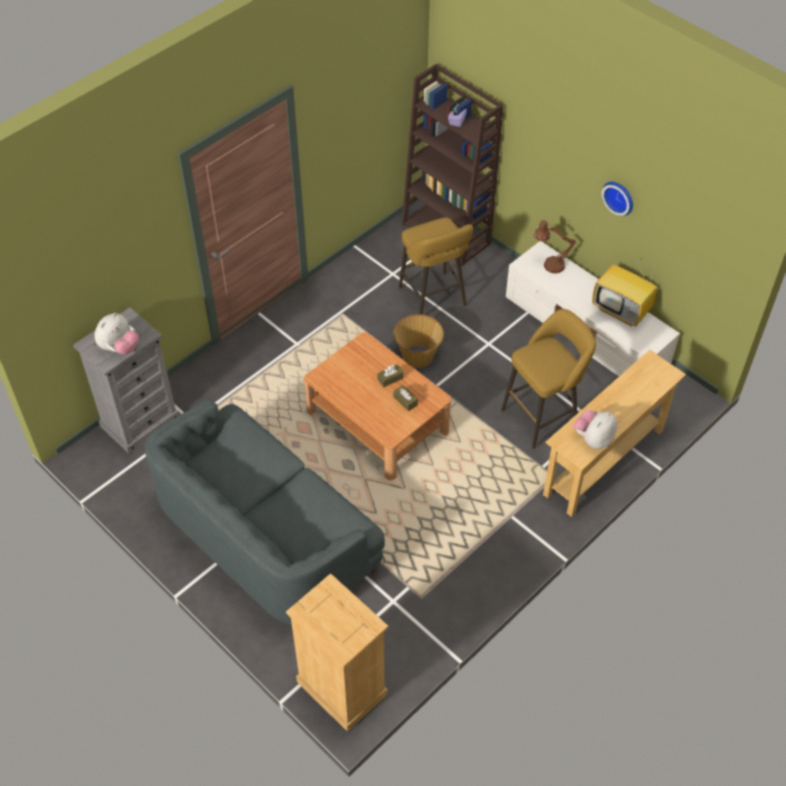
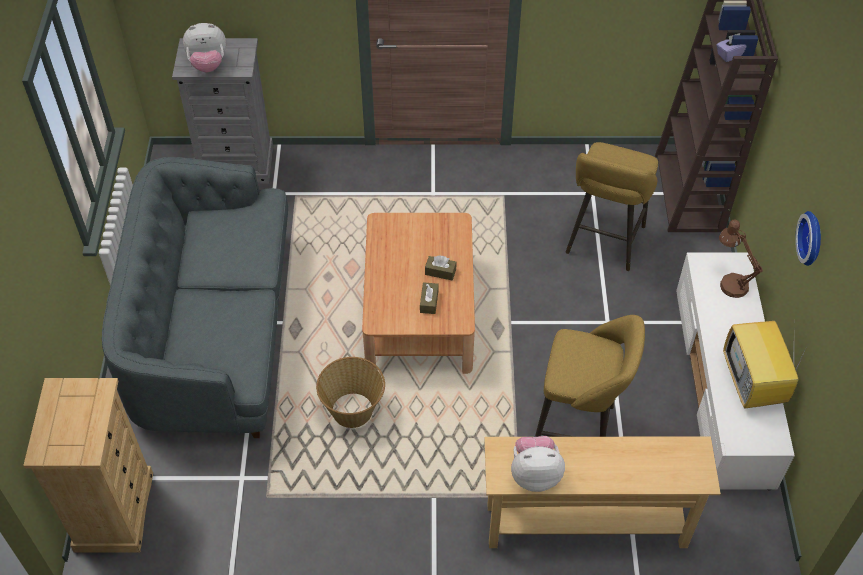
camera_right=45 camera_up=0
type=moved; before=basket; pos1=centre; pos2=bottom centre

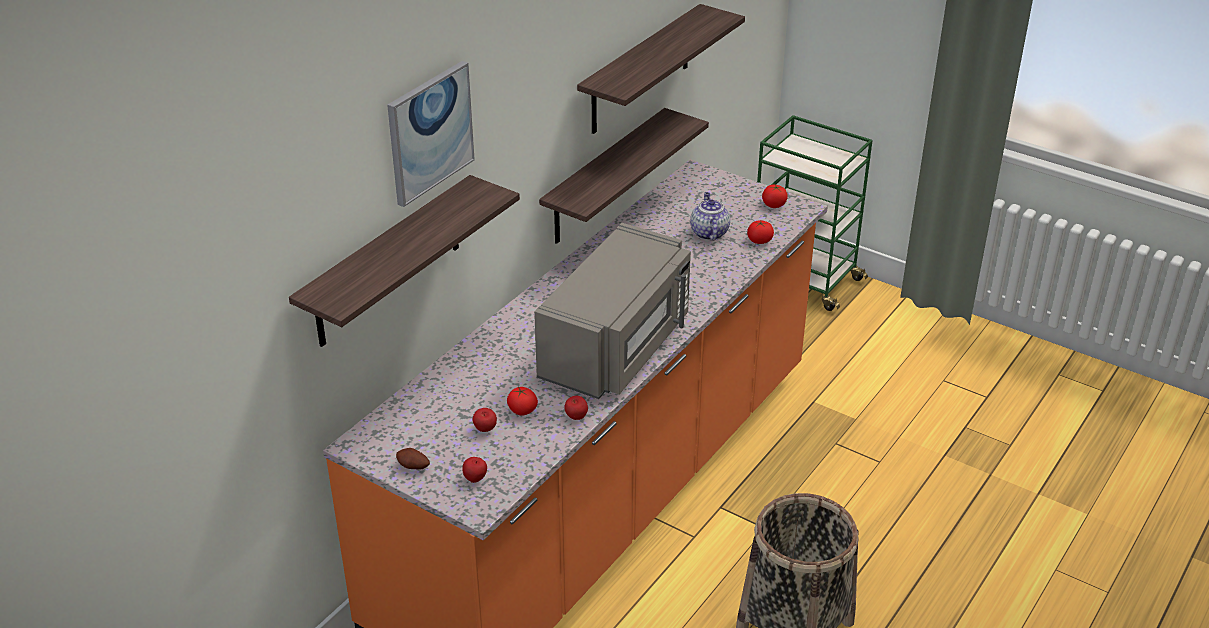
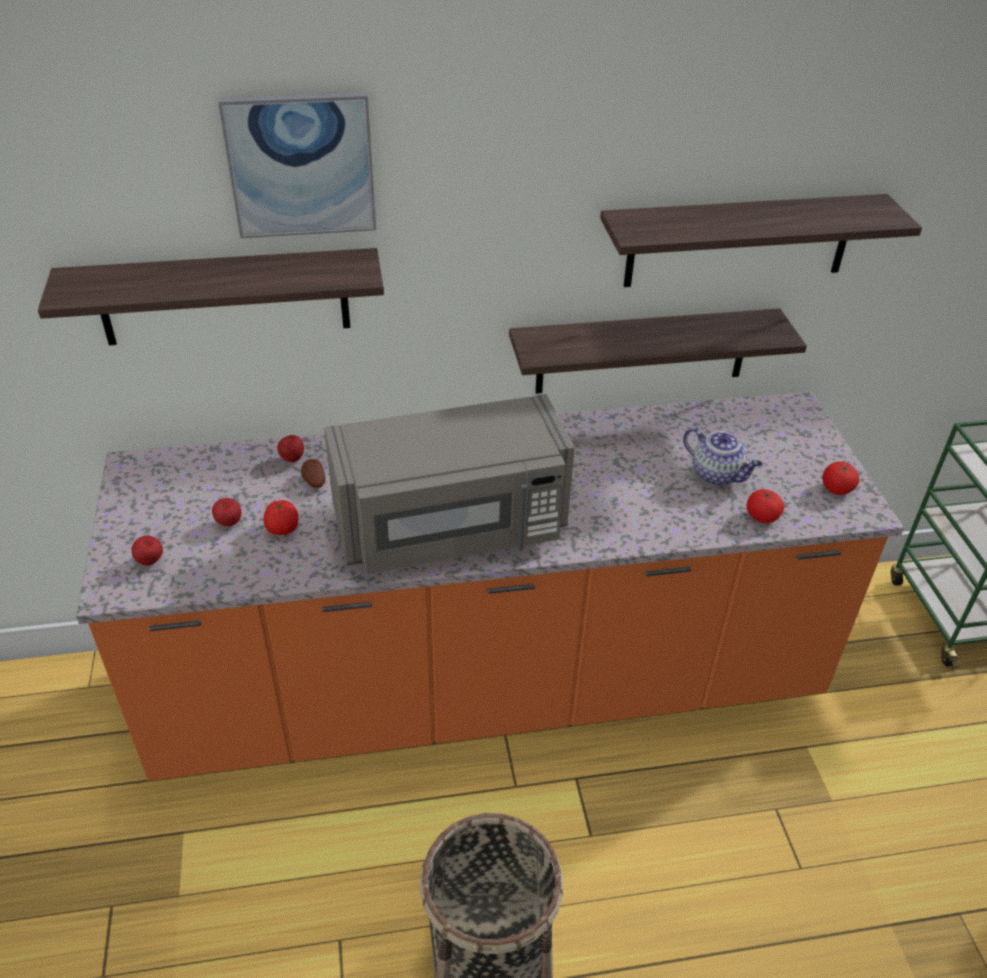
camera_right=45 camera_up=5
type=moved; before=potato; pos1=bottom centre; pos2=middle left
type=moved; before=apple (3rd from left); pos1=centre; pos2=middle left
type=turned; before=teapot; pos1=centre; pos2=middle right; turn=90

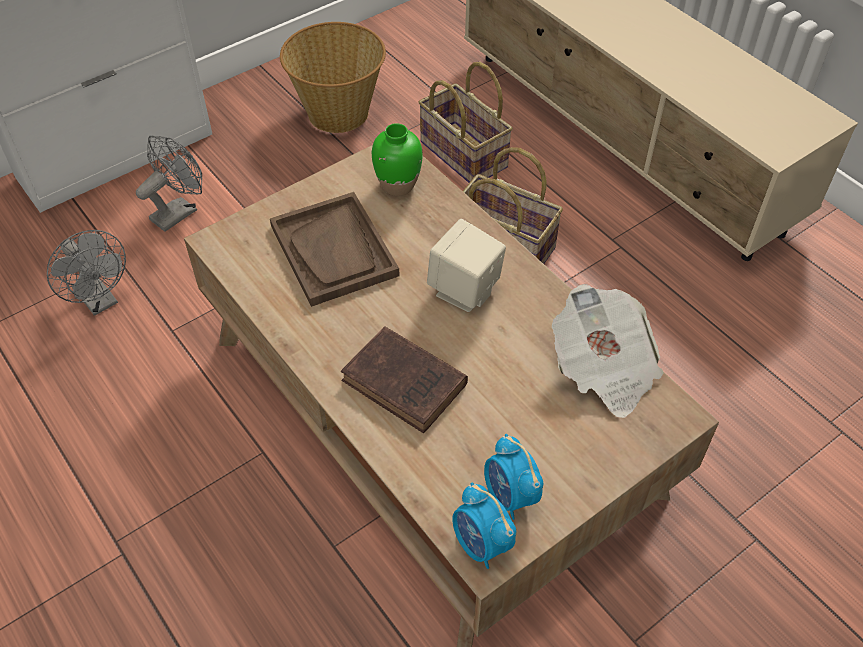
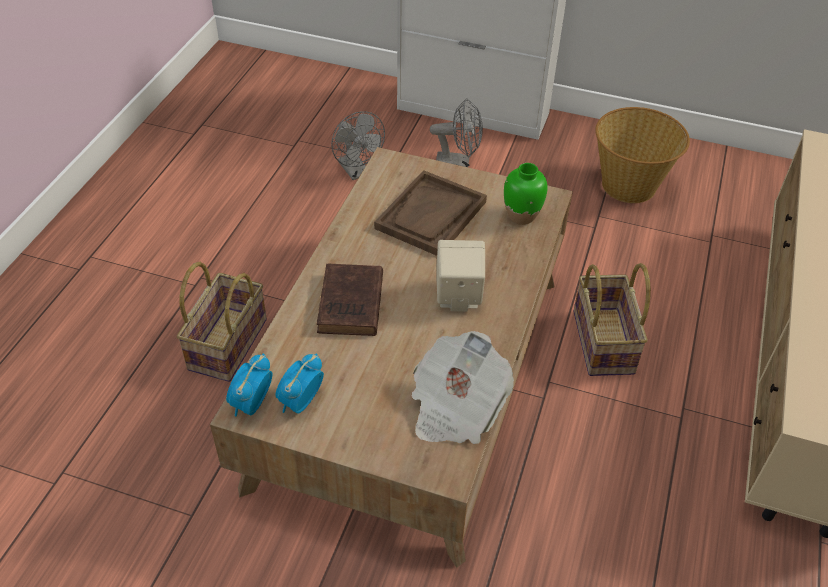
camera_right=55 camera_up=-5
type=moved; before=basket (2nd from left in the first image); after=basket (1st from left); pos1=top centre; pos2=middle left
type=turned; before=fan (grey) (1st from left); pos1=middle left; pos2=top centre; turn=-45

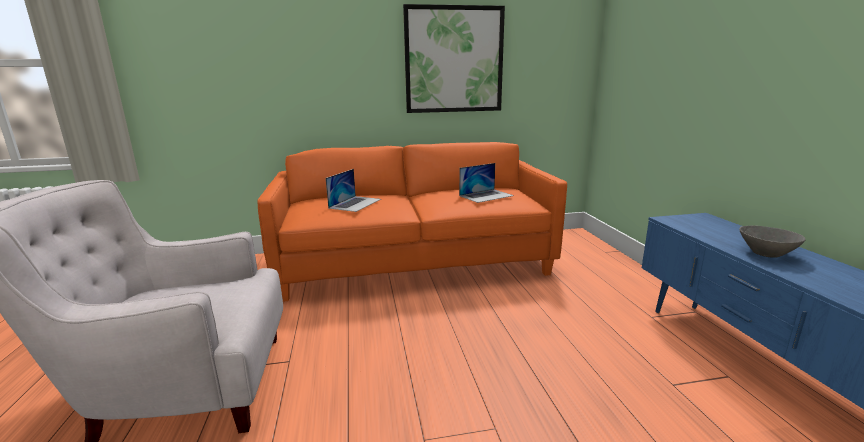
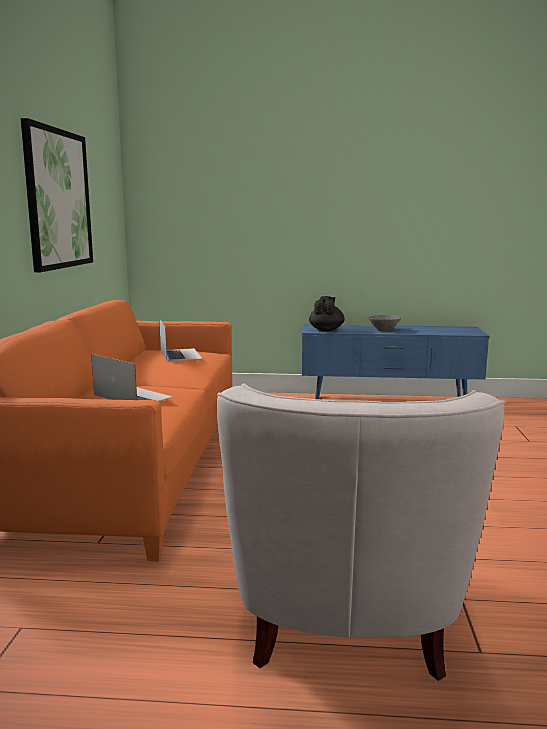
camera_right=-75 camera_up=-5
type=added; after=teapot (black); pos2=centre

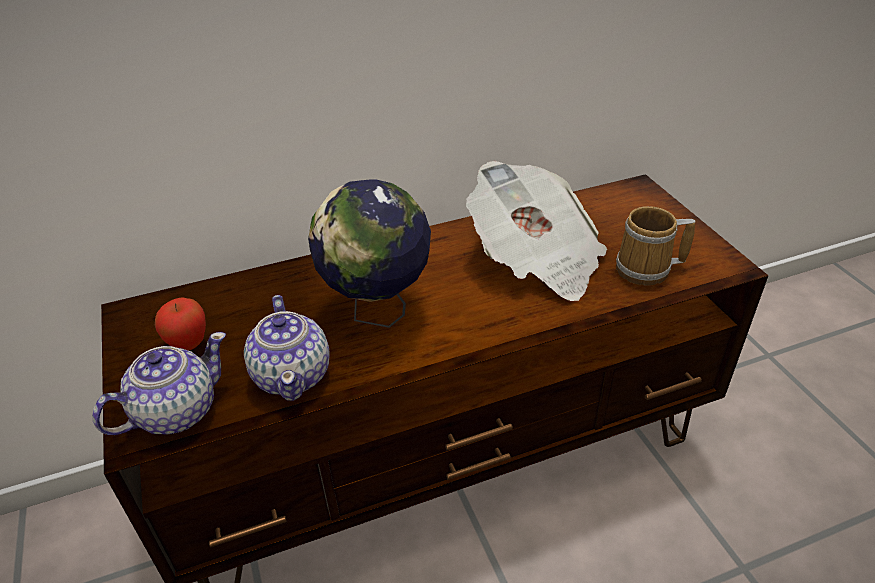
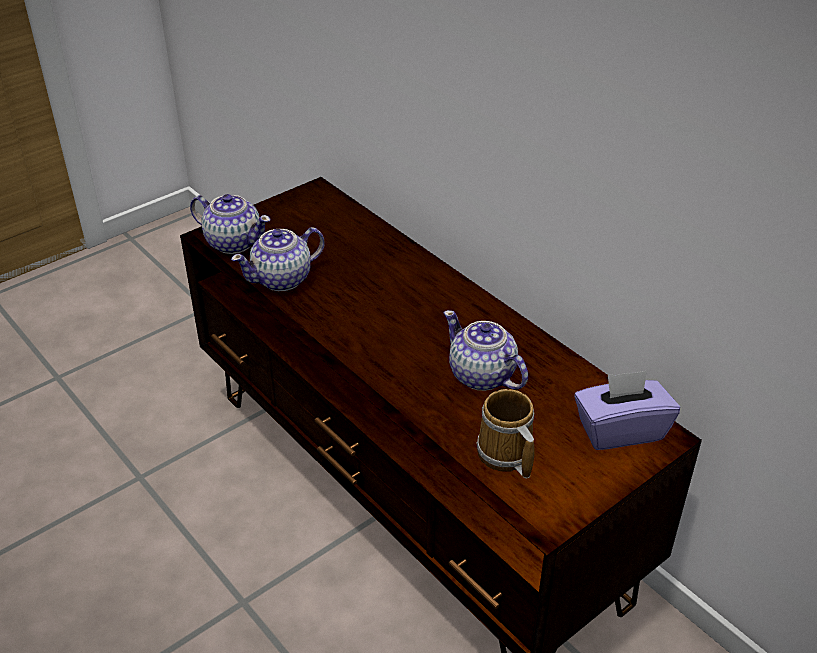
camera_right=70 camera_up=0
type=removed; before=apple; pos1=middle left
type=removed; before=globe; pos1=centre
type=added; after=tissue box (purple); pos2=middle right
type=replaced; before=newspaper; after=teapot (3rd from left); pos1=centre; pos2=centre

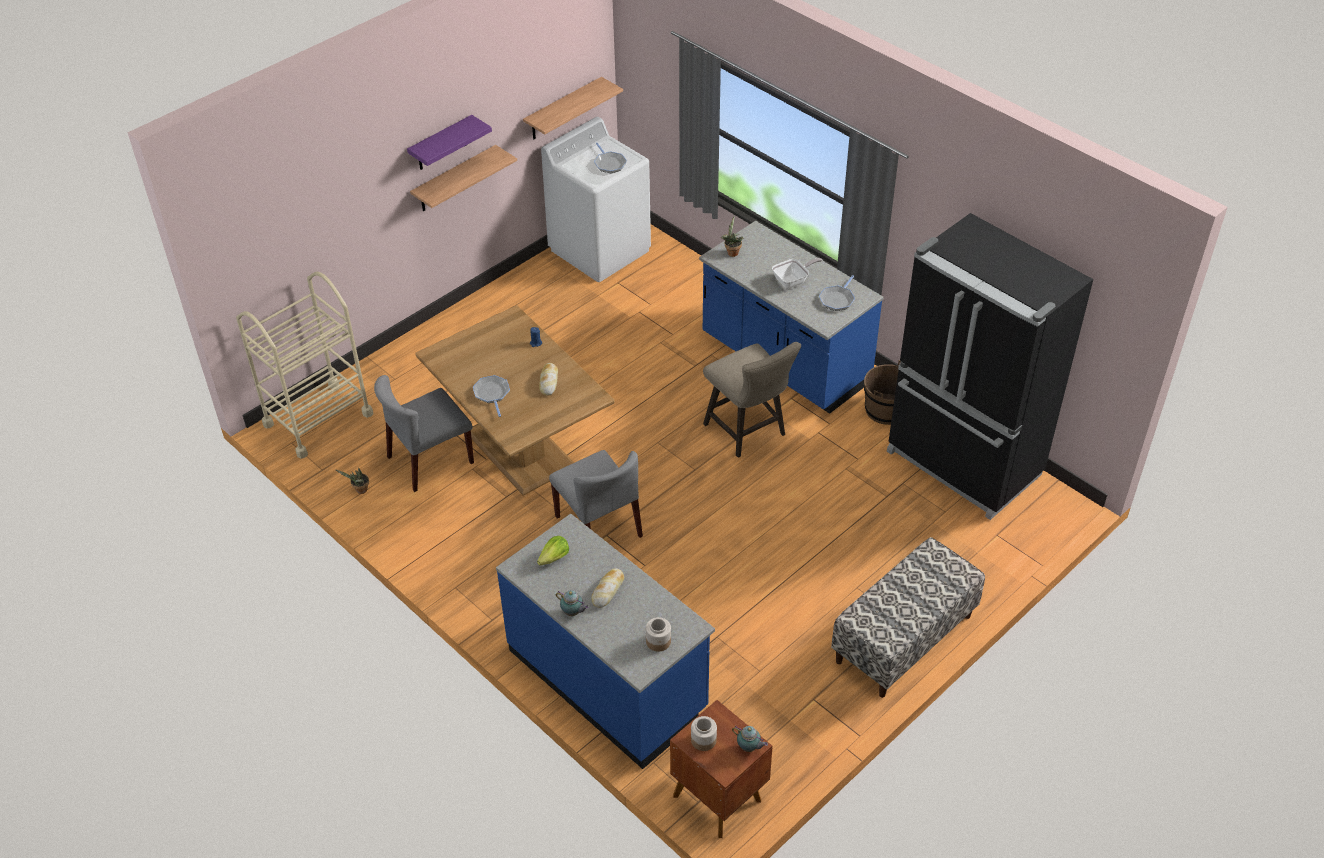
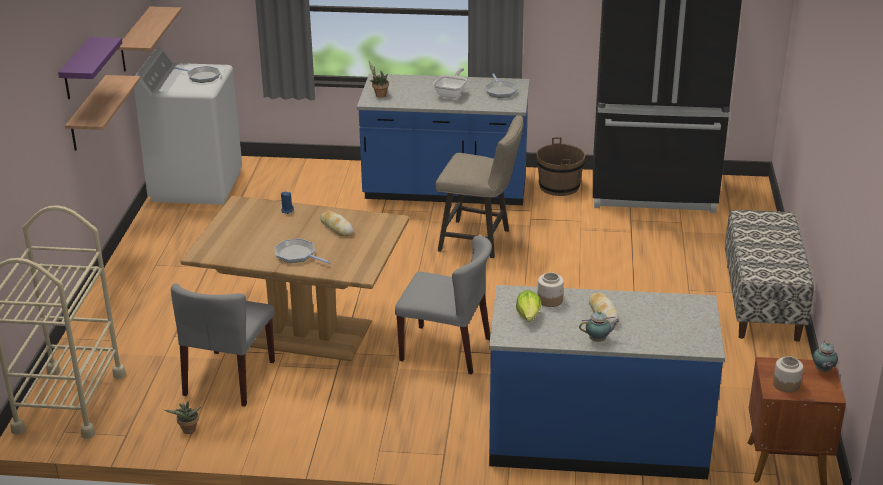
camera_right=-40 camera_up=-15
type=moved; before=jar (1st from left); pos1=bottom centre; pos2=centre
type=turned; before=teapot (2nd from left); pos1=bottom centre; pos2=bottom right; turn=105

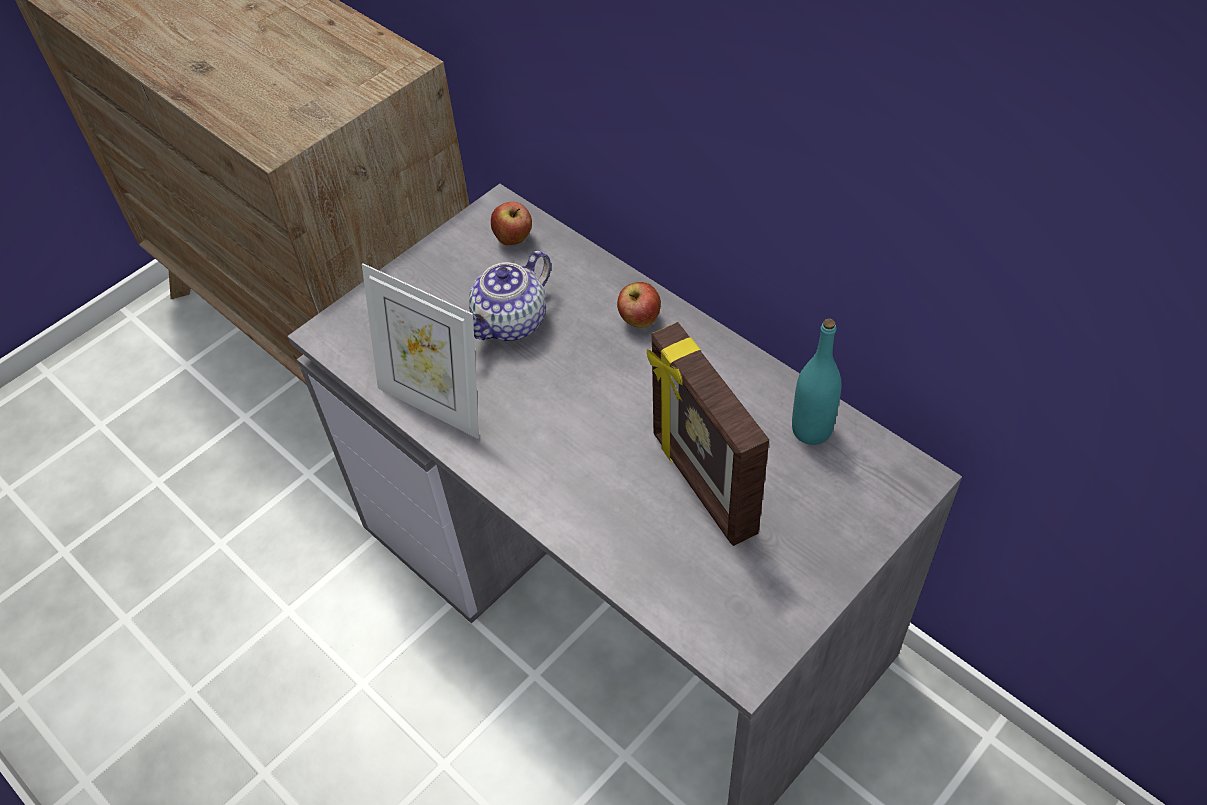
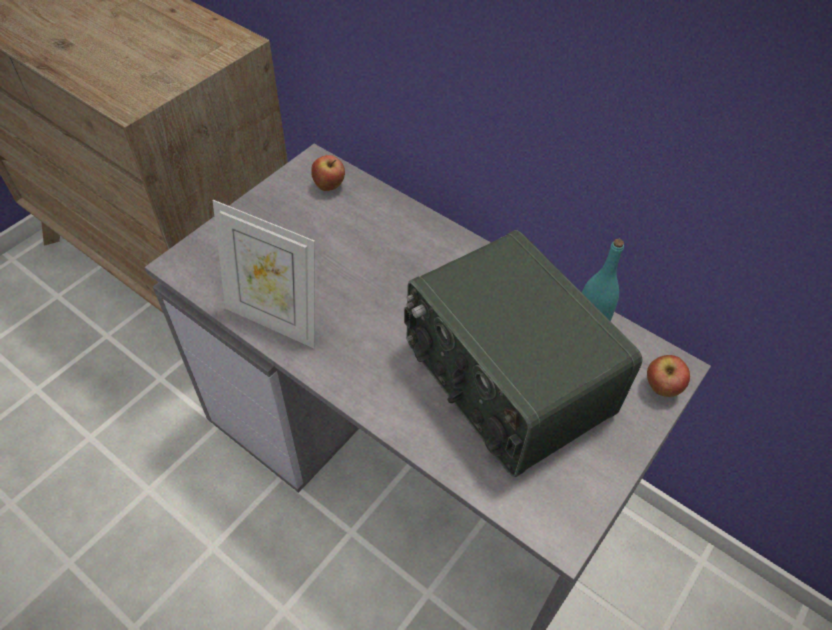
camera_right=-10 camera_up=0
type=removed; before=teapot; pos1=centre
type=moved; before=apple (2nd from left); pos1=centre; pos2=middle right
type=replaced; before=picture frame (2nd from left); after=radio; pos1=centre; pos2=centre

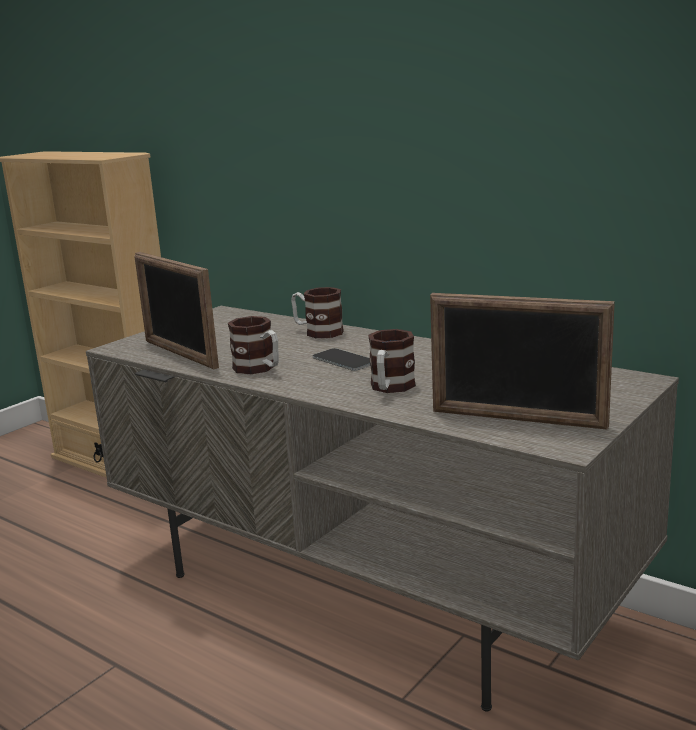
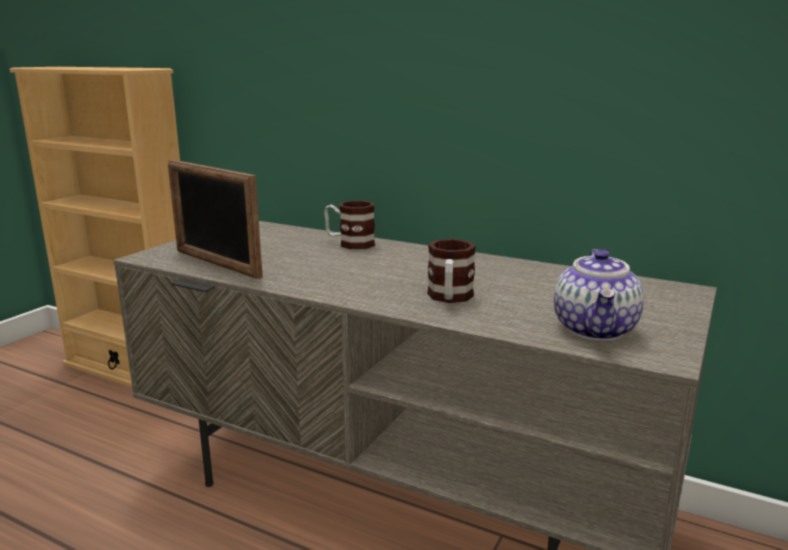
camera_right=-10 camera_up=0
type=removed; before=mug (1st from left); pos1=centre
type=removed; before=phone; pos1=centre
type=replaced; before=picture frame (2nd from left); after=teapot; pos1=middle right; pos2=middle right

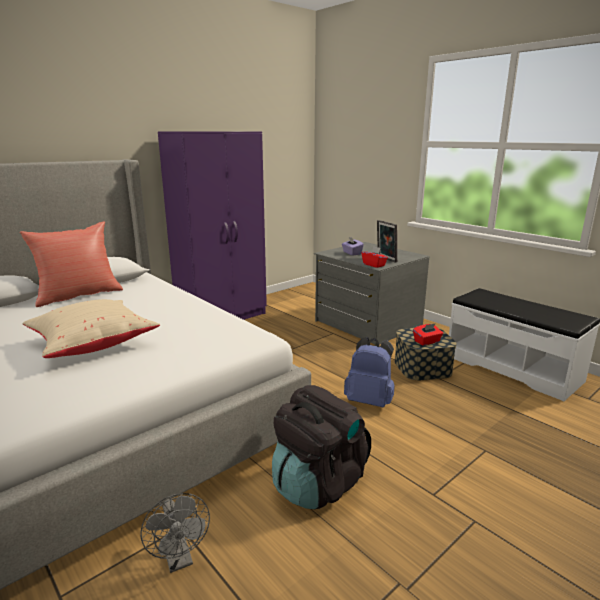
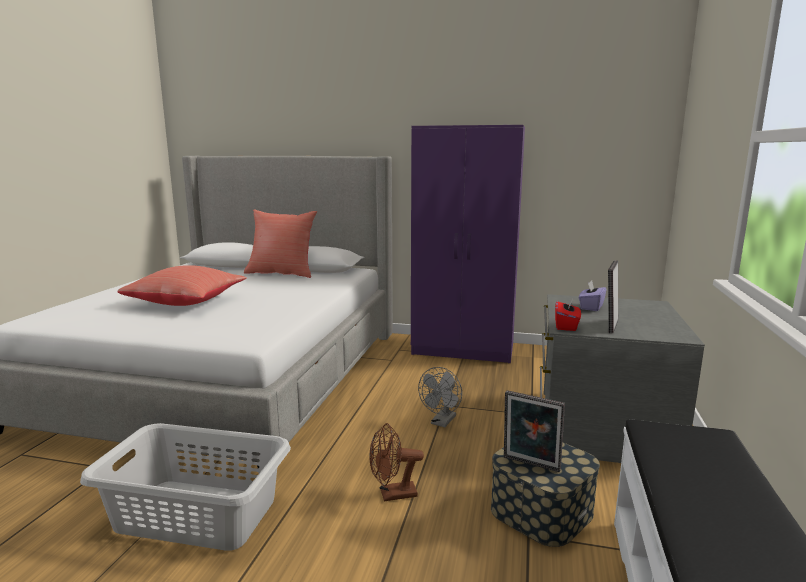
camera_right=55 camera_up=-5
type=moved; before=fan (grey); pos1=bottom left; pos2=bottom centre
type=replaced; before=backpack (black); after=laundry basket (grey); pos1=bottom centre; pos2=bottom left
type=replaced; before=backpack (blue); after=fan (brown); pos1=centre; pos2=bottom centre
type=replaced; before=tissue box (red) (2nd from left); after=picture frame (1st from left); pos1=middle right; pos2=bottom centre
type=recoloured; before=pillow (beige); after=pillow (red) (1st from left); pos1=middle left; pos2=middle left

